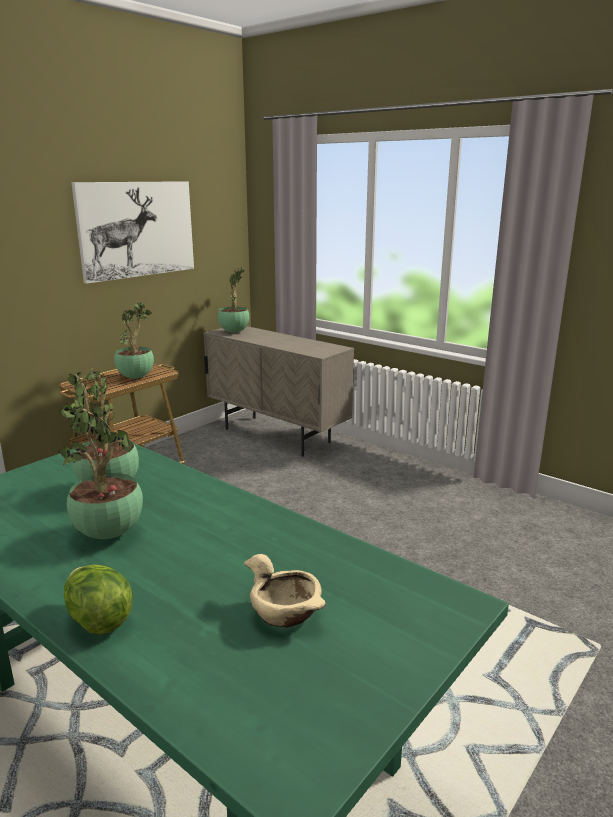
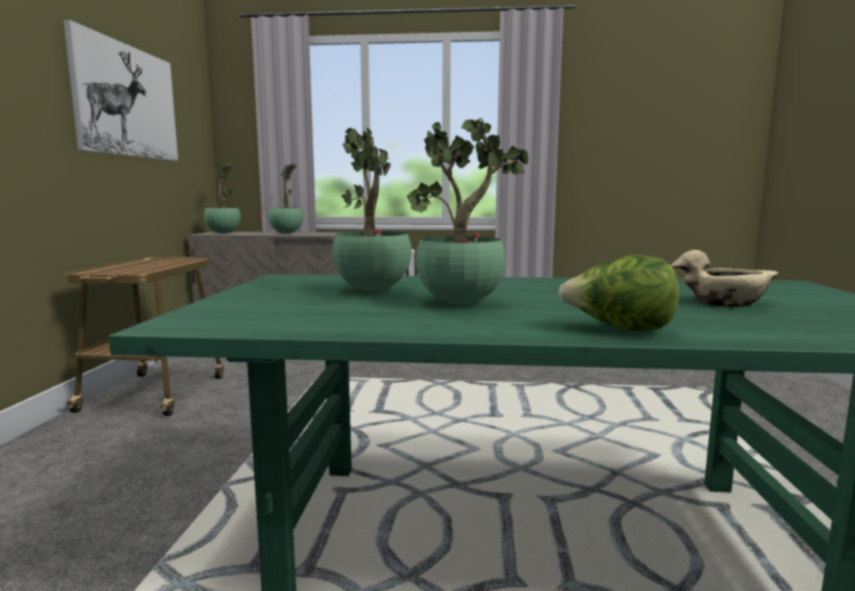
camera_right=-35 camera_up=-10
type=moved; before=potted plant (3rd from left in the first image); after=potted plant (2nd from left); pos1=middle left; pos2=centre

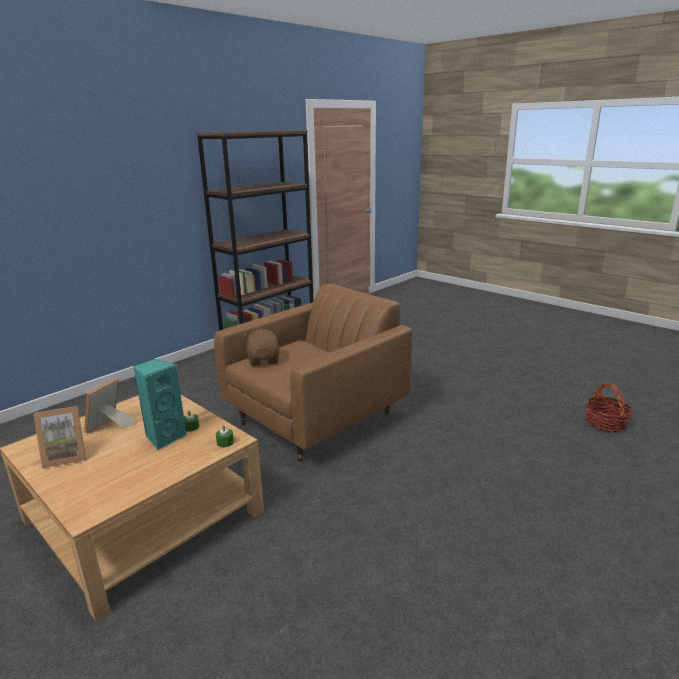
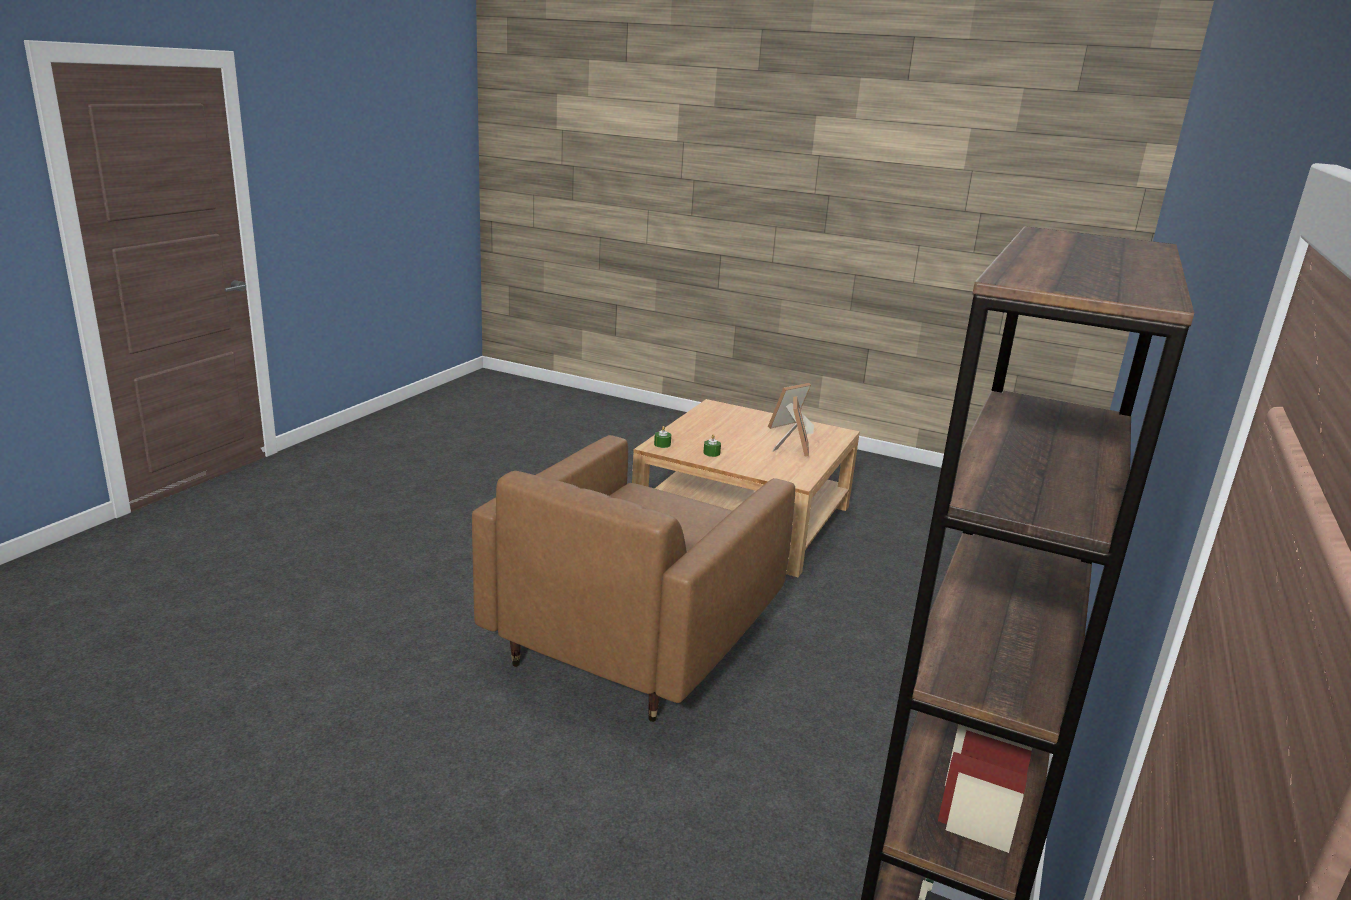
camera_right=160 camera_up=0
type=removed; before=speaker (turquoise); pos1=middle left
type=removed; before=plush toy (brown); pos1=centre
type=removed; before=basket; pos1=middle right

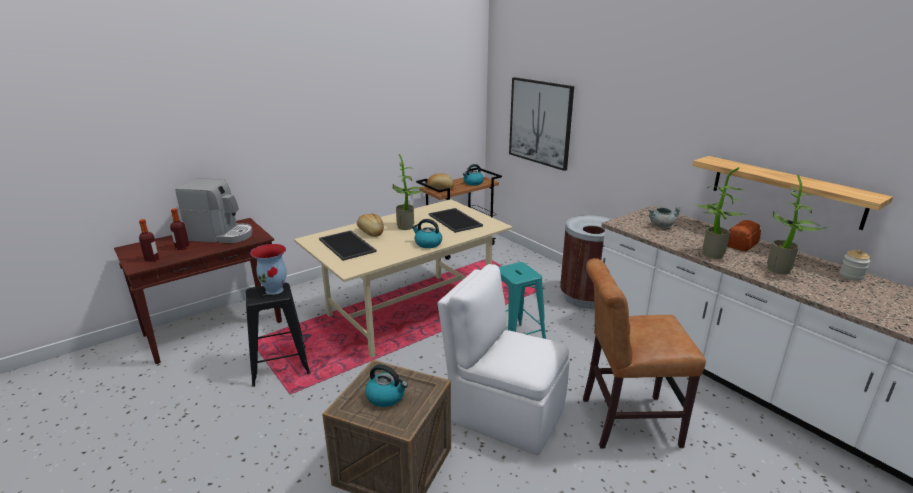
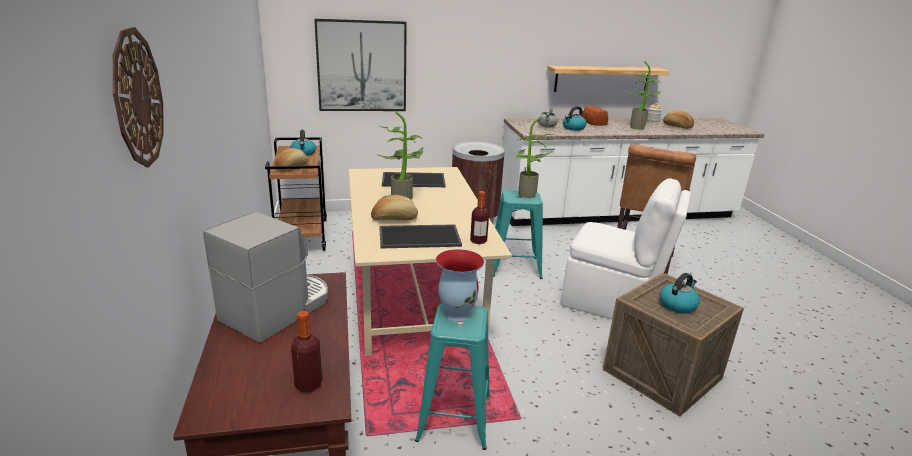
camera_right=-65 camera_up=0
type=added; after=wall clock; pos2=top left
type=added; after=bread (4th from left); pos2=top right
type=moved; before=bottle (2nd from left); pos1=middle left; pos2=centre
type=moved; before=kettle (2nd from left); pos1=centre; pos2=top centre
type=moved; before=potted plant (2nd from left); pos1=middle right; pos2=centre
type=recoloured; before=stool (black); after=stool (turquoise) (1st from left); pos1=bottom left; pos2=bottom centre
type=turned; before=chair (white); pos1=bottom centre; pos2=middle right; turn=-120

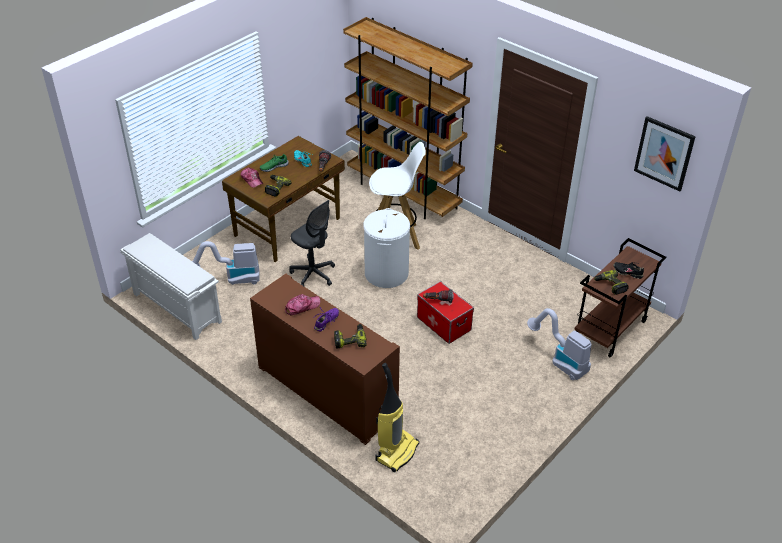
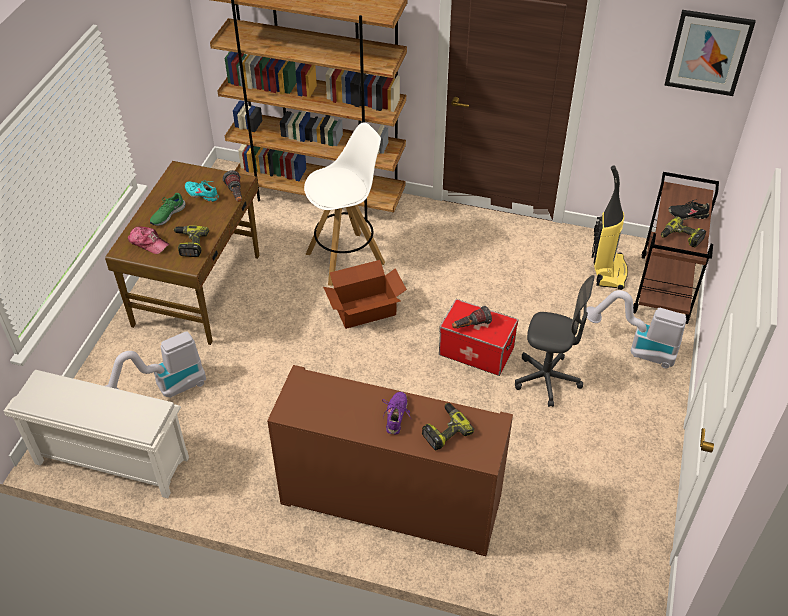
camera_right=-25 camera_up=5
type=removed; before=cap (2nd from left); pos1=centre
type=moved; before=office chair (grey); pos1=centre; pos2=middle right
type=moved; before=vacuum cleaner (2nd from left); pos1=bottom centre; pos2=middle right
type=replaced; before=laundry basket (white); after=cardboard box; pos1=centre; pos2=centre

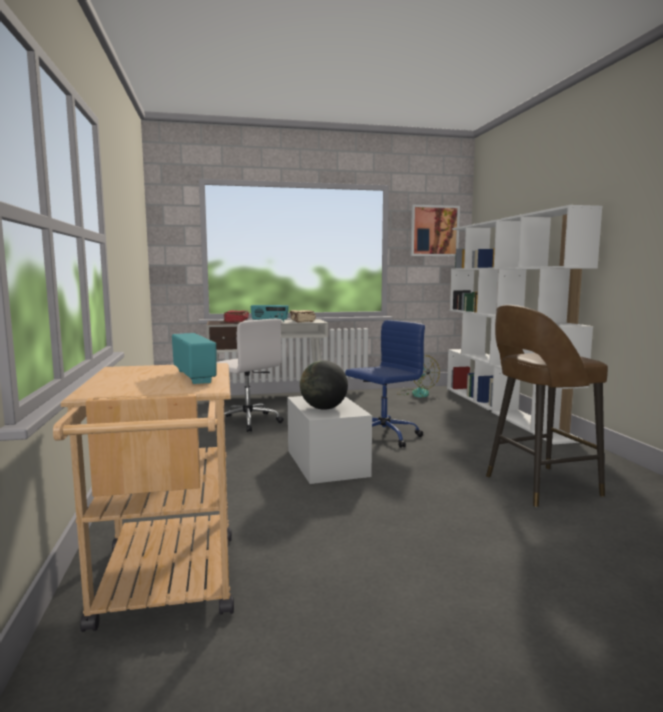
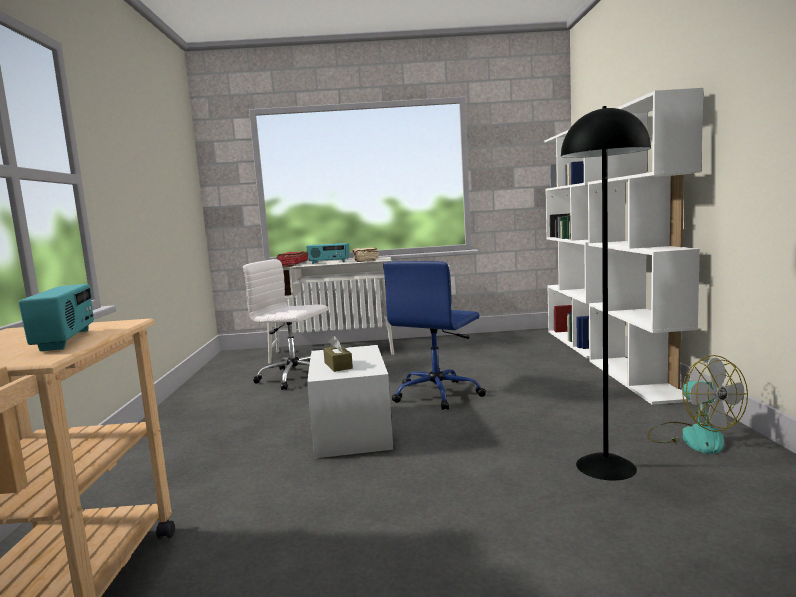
camera_right=10 camera_up=0
type=removed; before=picture; pos1=top centre
type=moved; before=fan; pos1=centre; pos2=bottom right
type=replaced; before=globe; after=tissue box (brown); pos1=centre; pos2=centre
type=replaced; before=stool (brown); after=floor lamp (black); pos1=middle right; pos2=middle right
type=turned; before=office chair (white); pos1=centre; pos2=centre; turn=150
type=turned; before=office chair (blue); pos1=centre; pos2=centre; turn=150

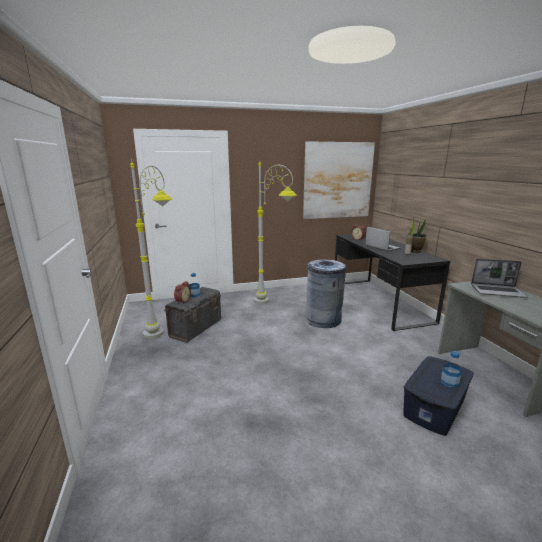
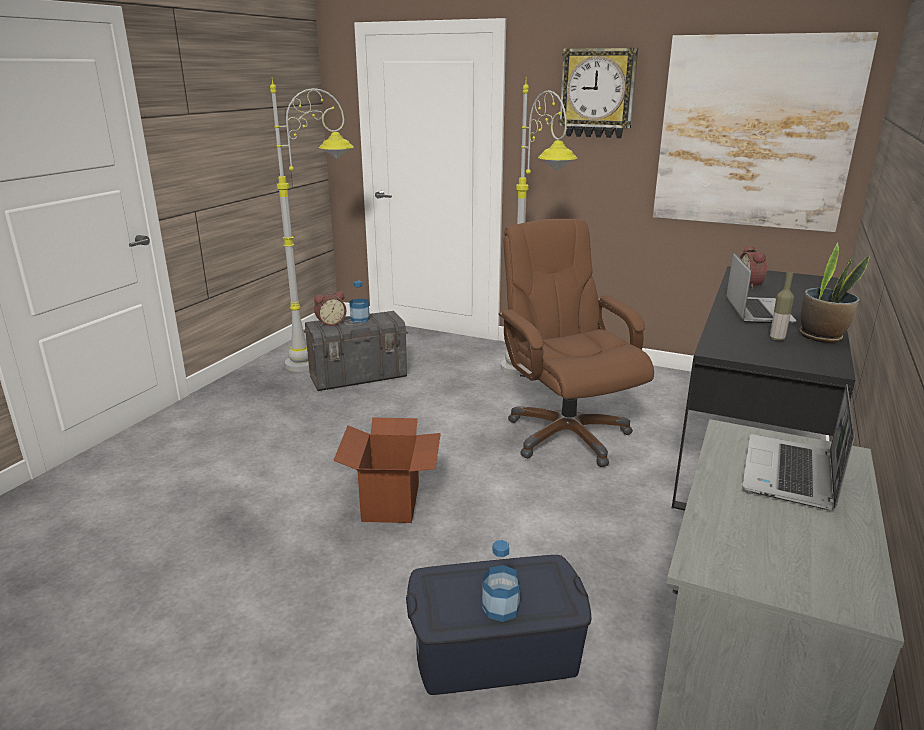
camera_right=40 camera_up=5
type=added; after=cardboard box; pos2=centre
type=added; after=wall clock; pos2=top centre
type=replaced; before=trash can (grey); after=office chair (brown); pos1=centre; pos2=centre
type=turned; before=laptop (2nd from left); pos1=middle right; pos2=middle right; turn=60

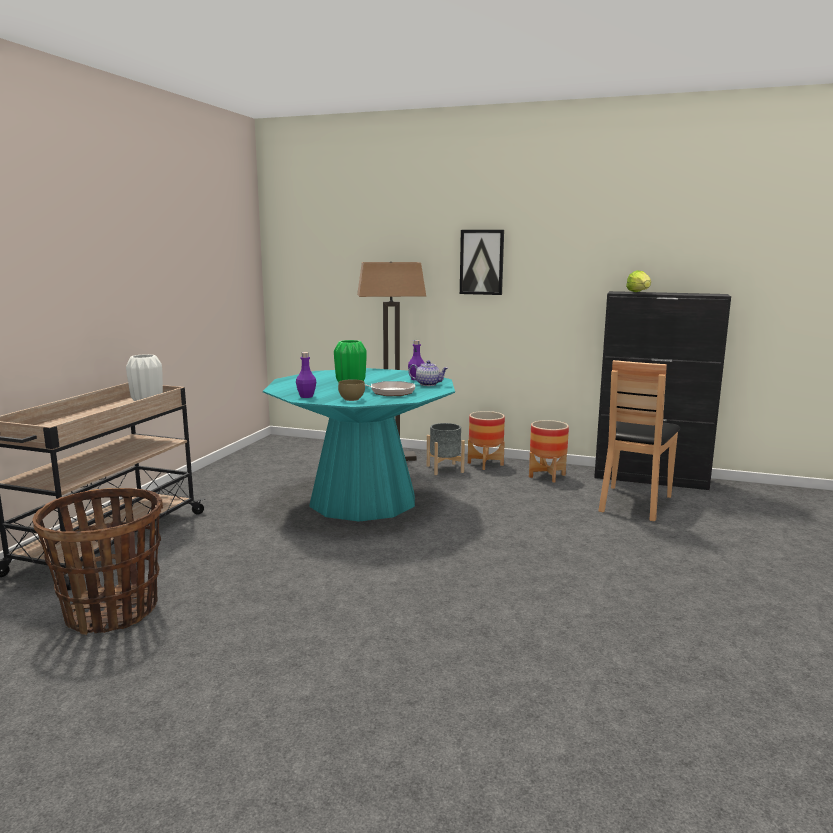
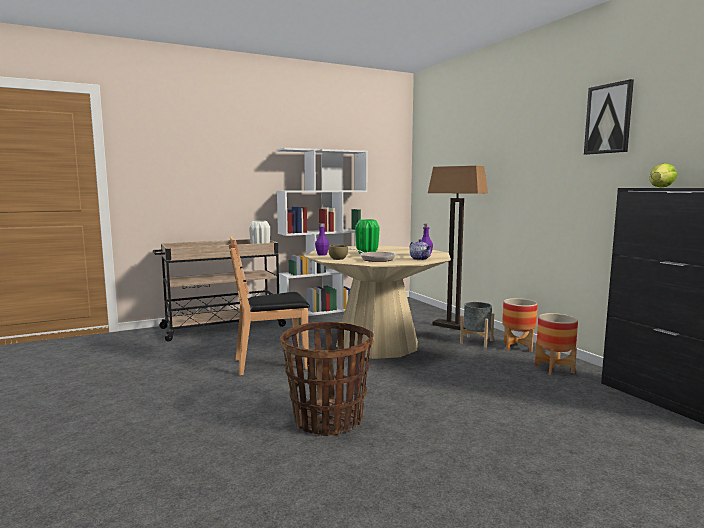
camera_right=45 camera_up=-5
type=added; after=bookcase (white); pos2=centre
type=moved; before=basket; pos1=bottom left; pos2=bottom centre
type=moved; before=picture; pos1=top centre; pos2=top right
type=moved; before=chair (brown); pos1=middle right; pos2=centre
type=recoloured; before=dining table (turquoise); after=dining table (beige); pos1=centre; pos2=centre

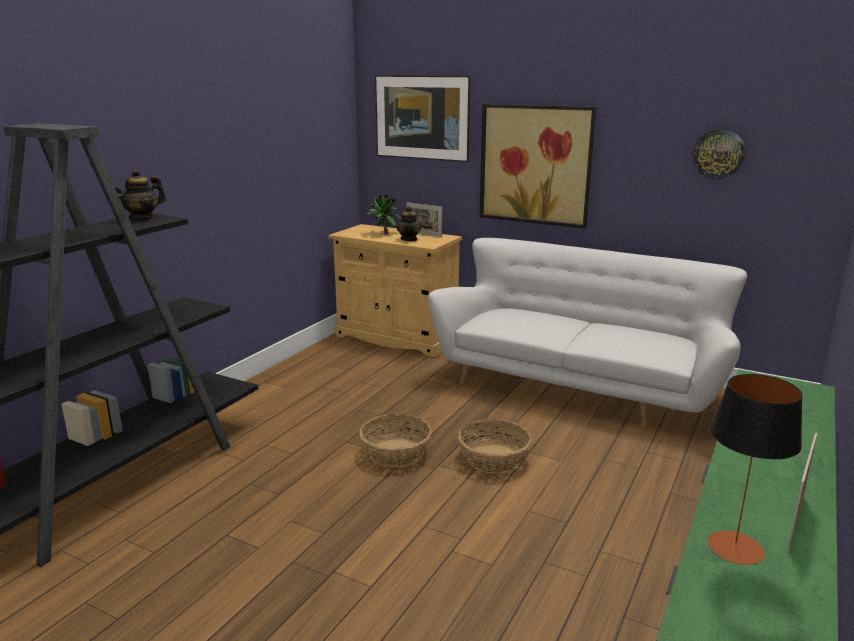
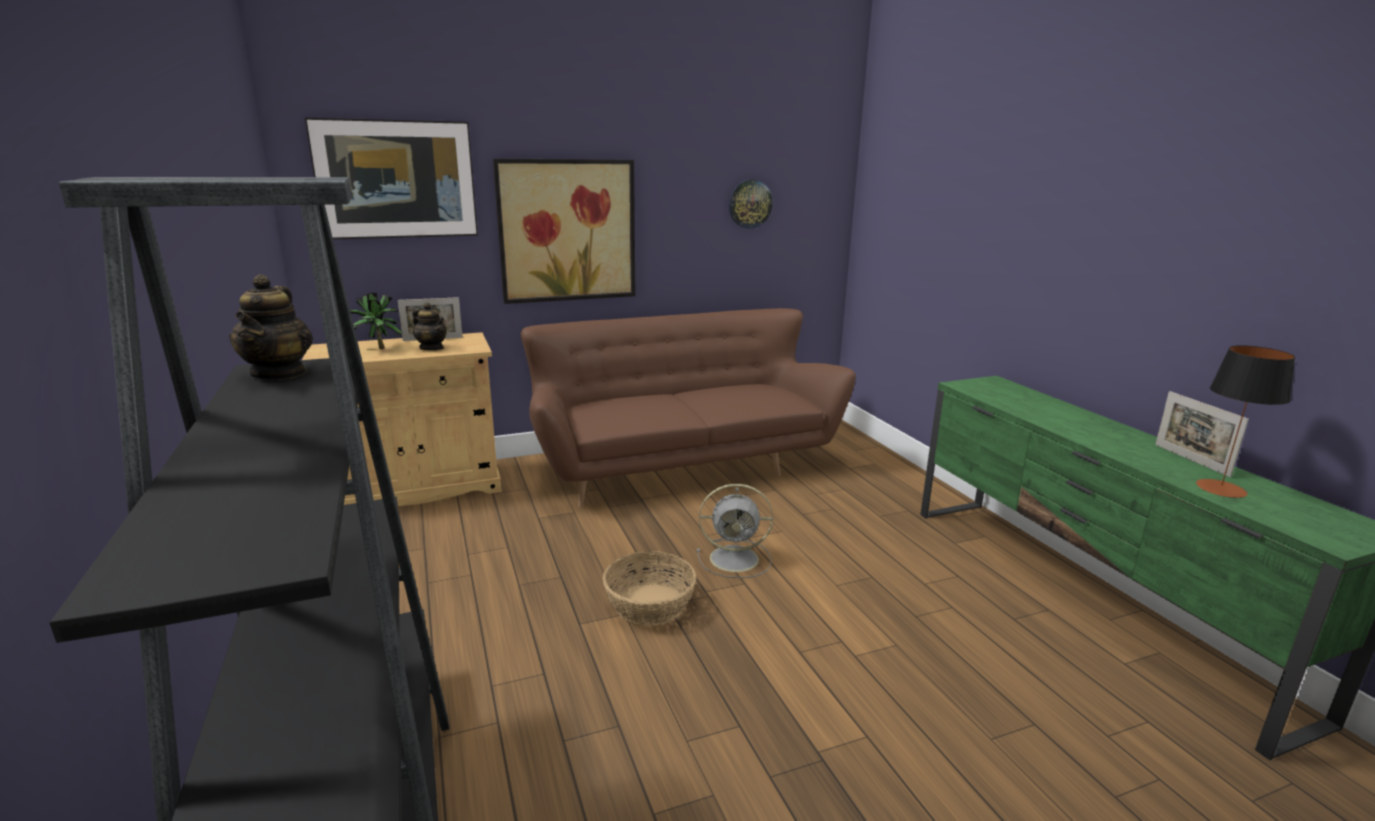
camera_right=-50 camera_up=0
type=replaced; before=basket (2nd from left); after=fan (grey); pos1=bottom centre; pos2=centre
type=recoloured; before=sofa (white); after=sofa (brown); pos1=middle right; pos2=centre

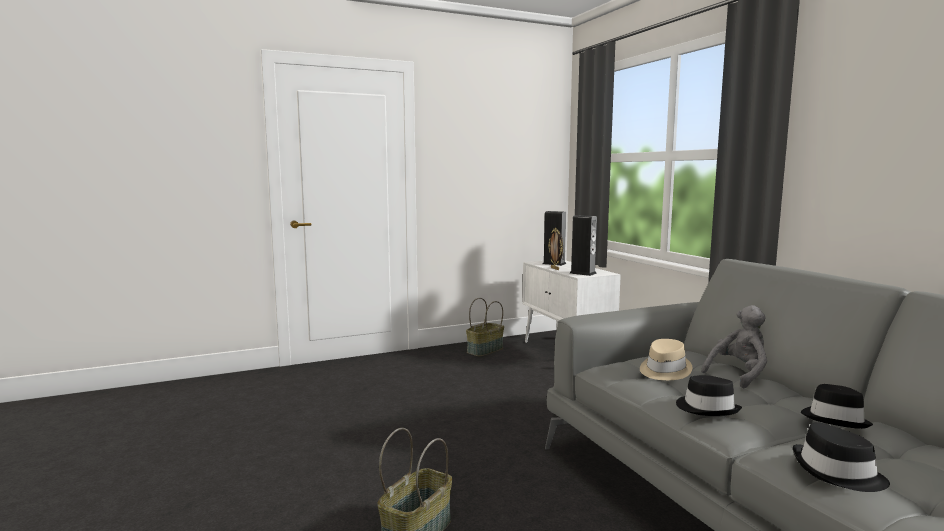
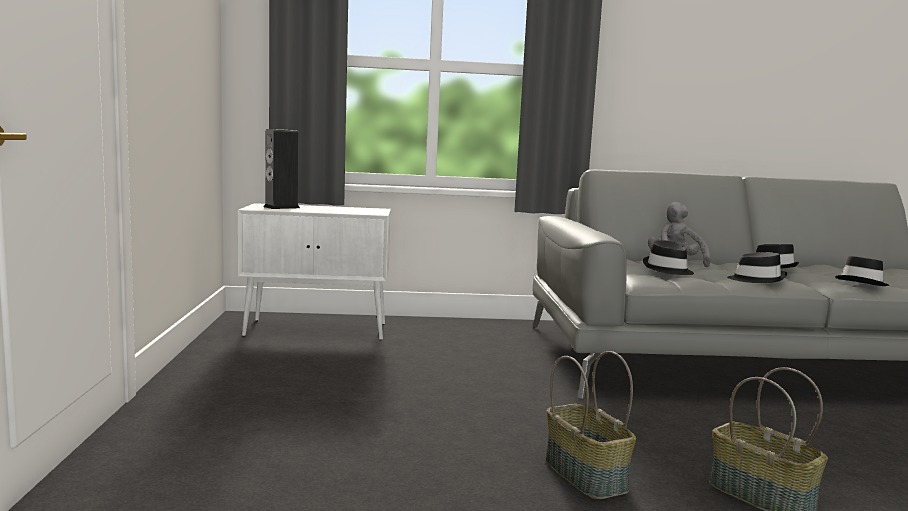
camera_right=-70 camera_up=0
type=removed; before=picture frame; pos1=centre
type=removed; before=speaker (2nd from left); pos1=centre
type=moved; before=basket (2nd from left in the first image); after=basket (1st from left); pos1=centre; pos2=bottom centre
type=recoloured; before=hat (beige); after=hat (black) (1st from left); pos1=bottom right; pos2=middle right

